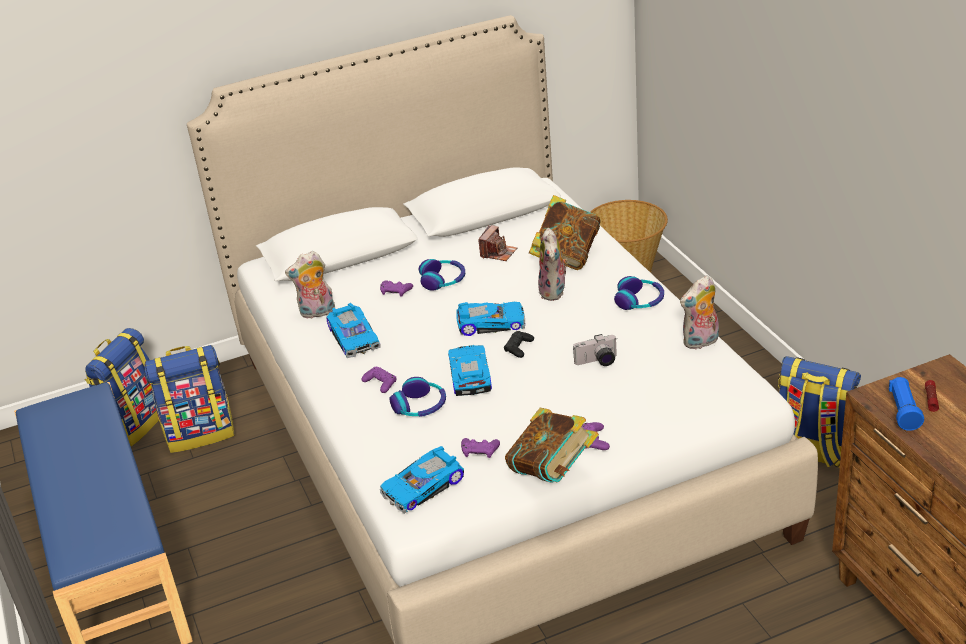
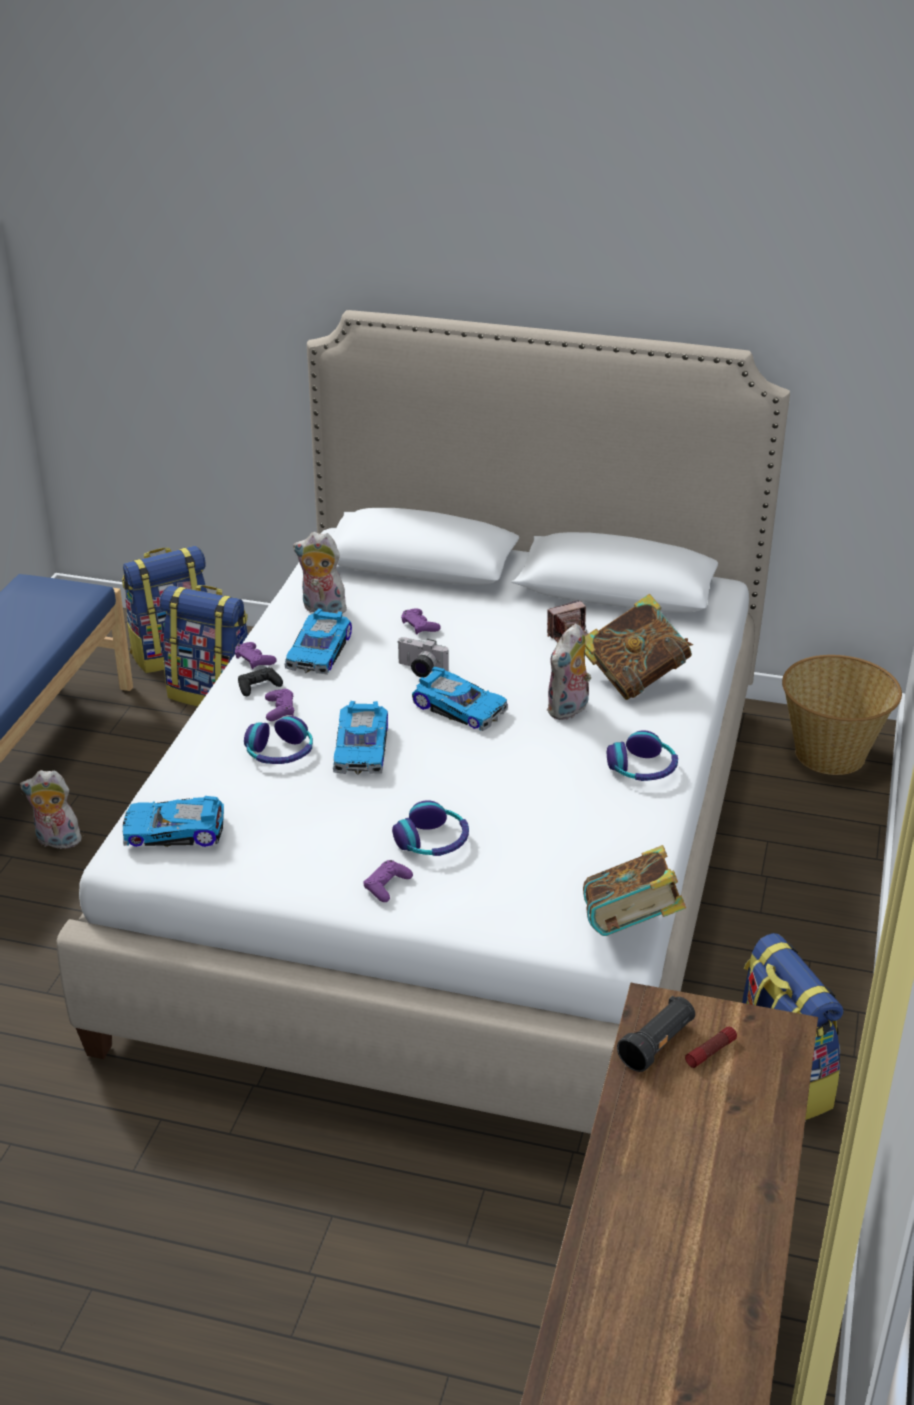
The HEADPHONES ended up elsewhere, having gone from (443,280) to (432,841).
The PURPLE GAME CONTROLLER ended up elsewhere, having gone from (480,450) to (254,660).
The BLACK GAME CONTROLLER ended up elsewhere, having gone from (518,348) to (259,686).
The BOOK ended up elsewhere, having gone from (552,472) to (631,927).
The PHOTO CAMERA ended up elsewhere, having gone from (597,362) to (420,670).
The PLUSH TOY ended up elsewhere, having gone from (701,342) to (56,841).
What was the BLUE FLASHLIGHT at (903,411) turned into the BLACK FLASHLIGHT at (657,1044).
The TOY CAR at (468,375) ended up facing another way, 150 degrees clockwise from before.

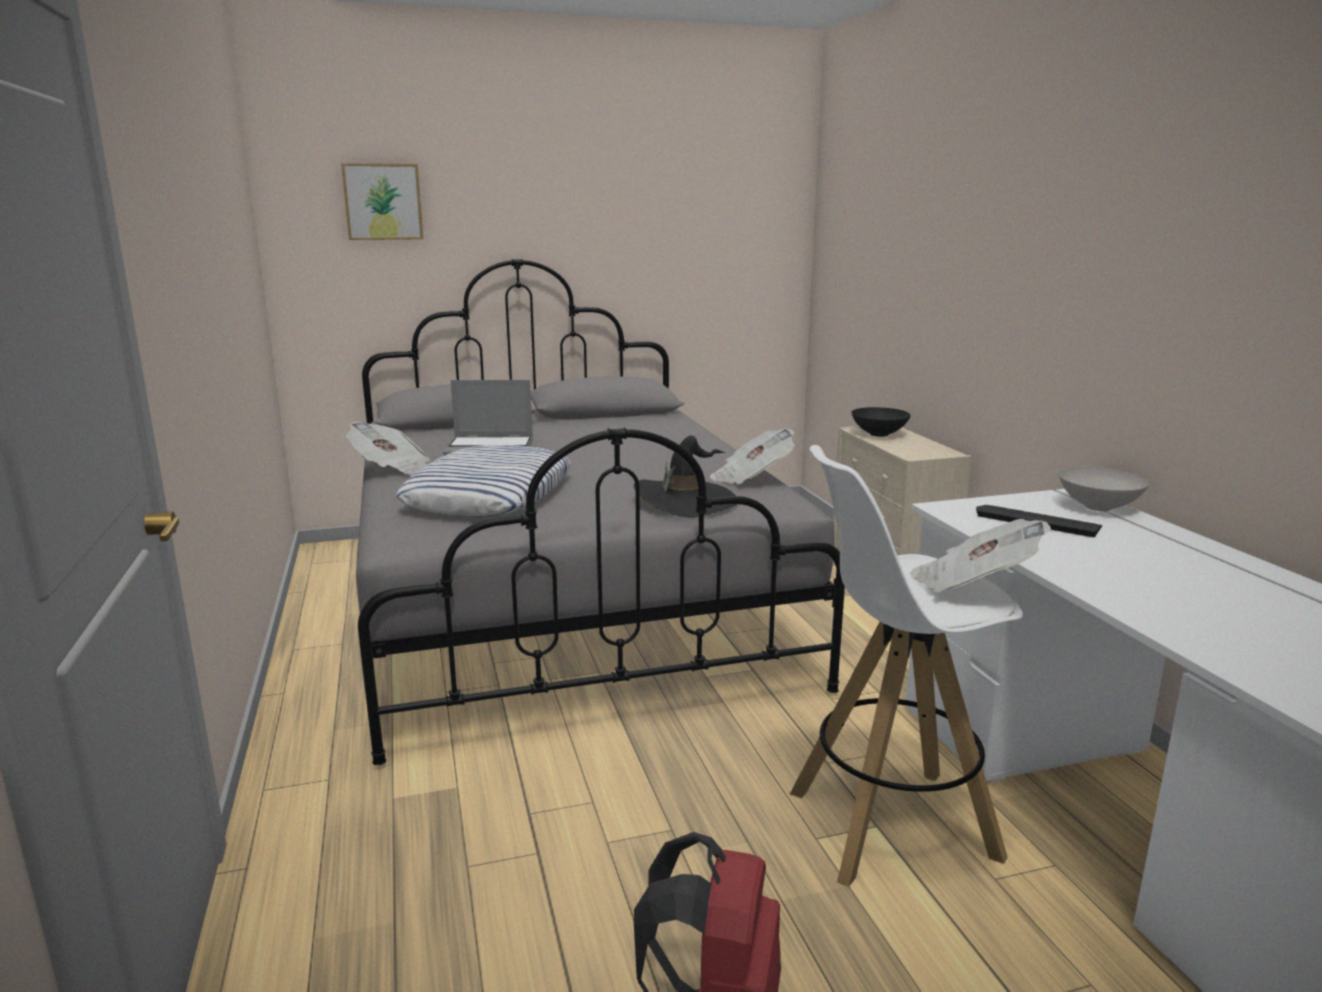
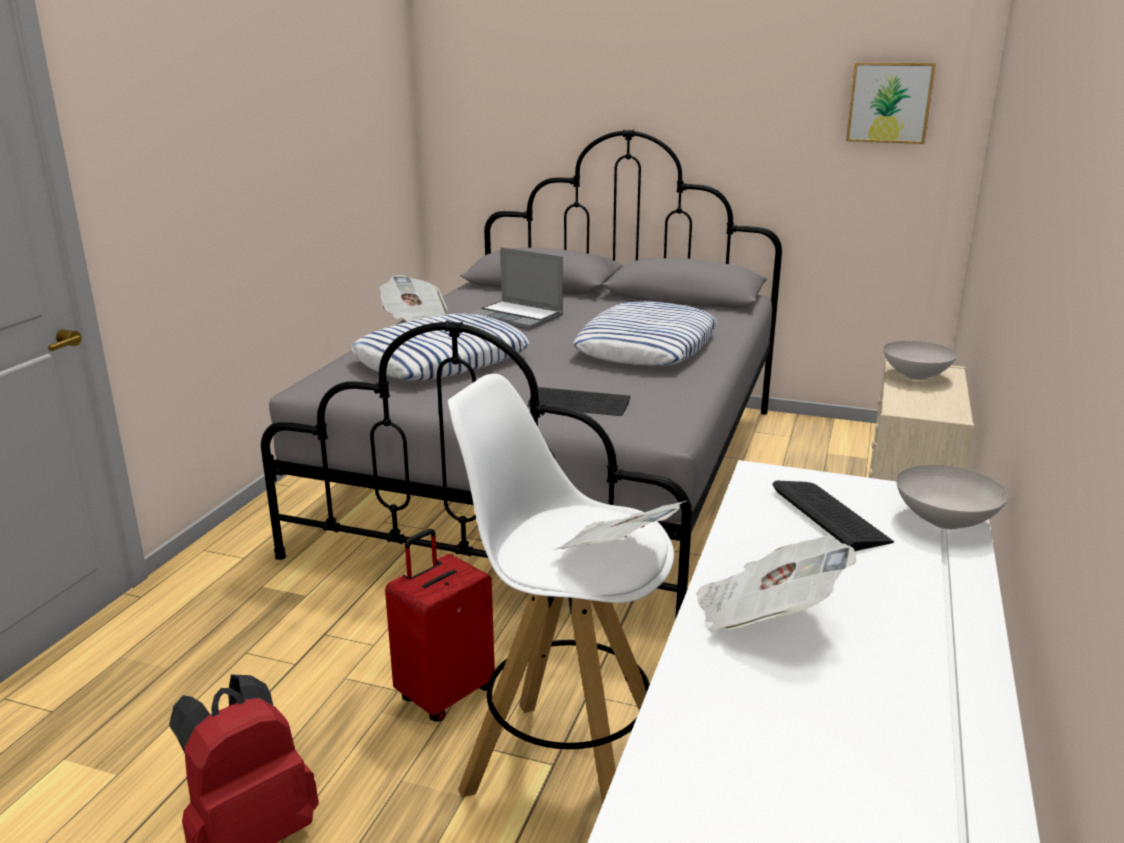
The second view gained the RED SUITCASE at (444,694).
The second view gained the PILLOW at (647,346).
The PICTURE ended up elsewhere, having gone from (383,202) to (889,102).
The NEWSPAPER ended up elsewhere, having gone from (751,478) to (765,616).
Where the BLACK HAT stood at (686,501), the KEYBOARD came to stand at (578,404).
What was the BLACK BOWL at (878,434) turned into the WHITE BOWL at (914,376).

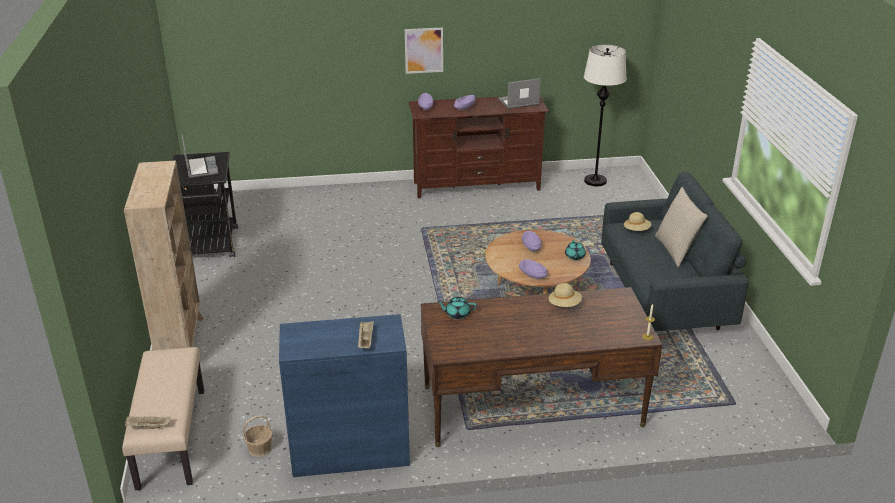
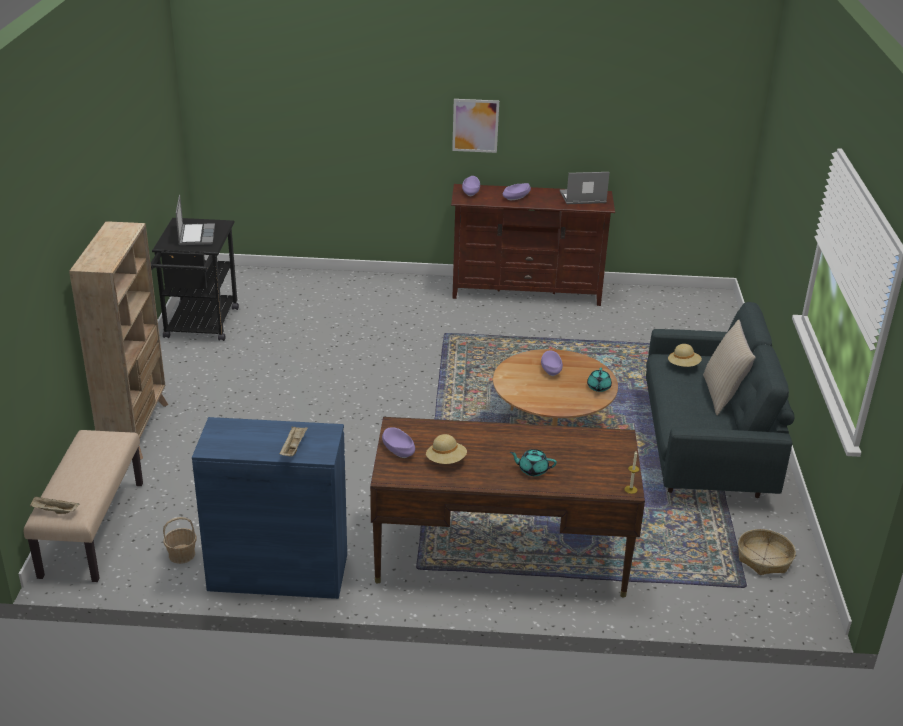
The second view lost the WHITE FLOOR LAMP at (595,181).
The second view gained the BASKET at (763,559).
The TURQUOISE TEAPOT ended up elsewhere, having gone from (457,314) to (532,470).
The PURPLE BOWL ended up elsewhere, having gone from (533,274) to (398,450).
The BEIGE HAT ended up elsewhere, having gone from (564,304) to (446,460).

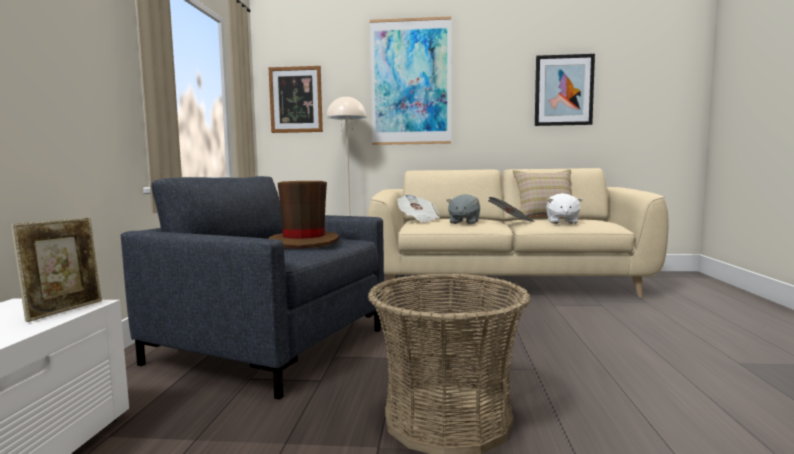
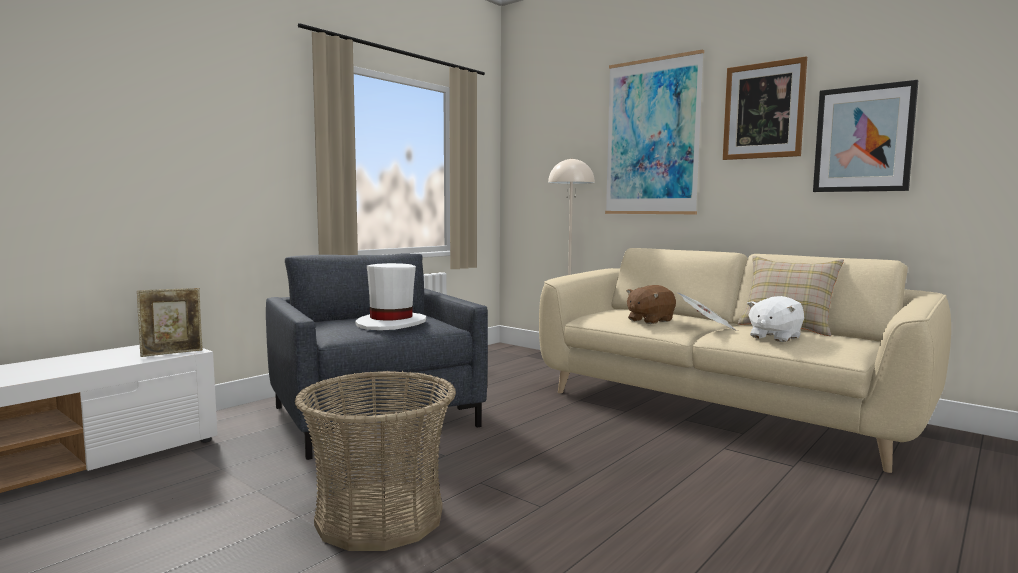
The second view lost the NEWSPAPER at (418,220).
The PICTURE ended up elsewhere, having gone from (296,99) to (763,111).
What was the BROWN HAT at (304,242) turned into the WHITE HAT at (391,323).
What was the GREY PLUSH TOY at (463,222) turned into the BROWN PLUSH TOY at (649,320).

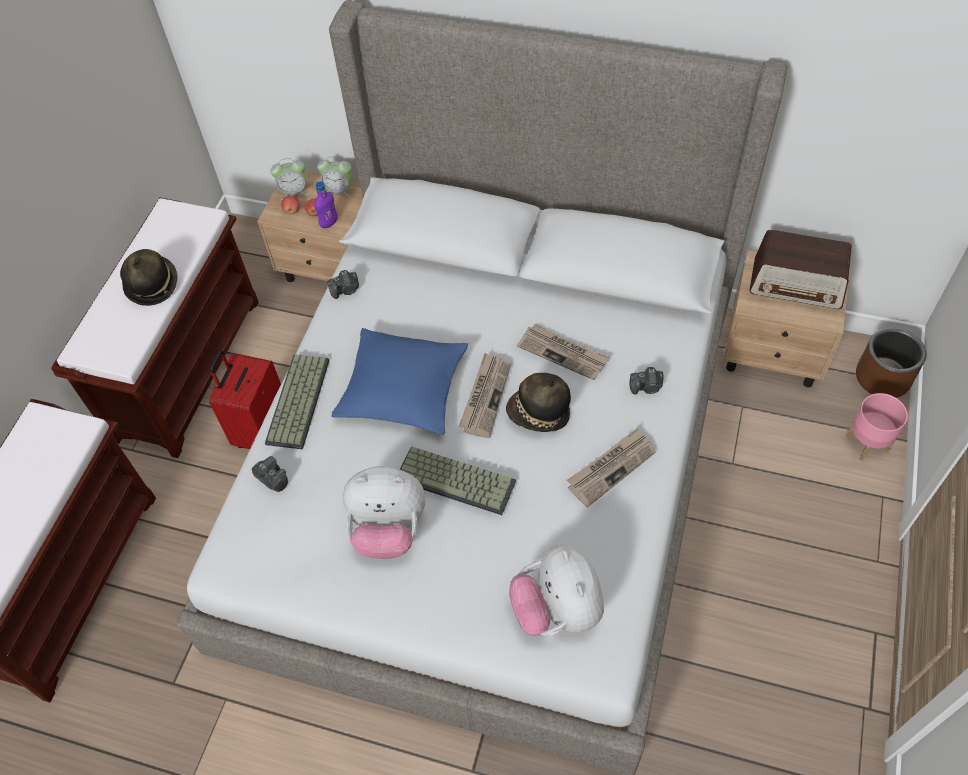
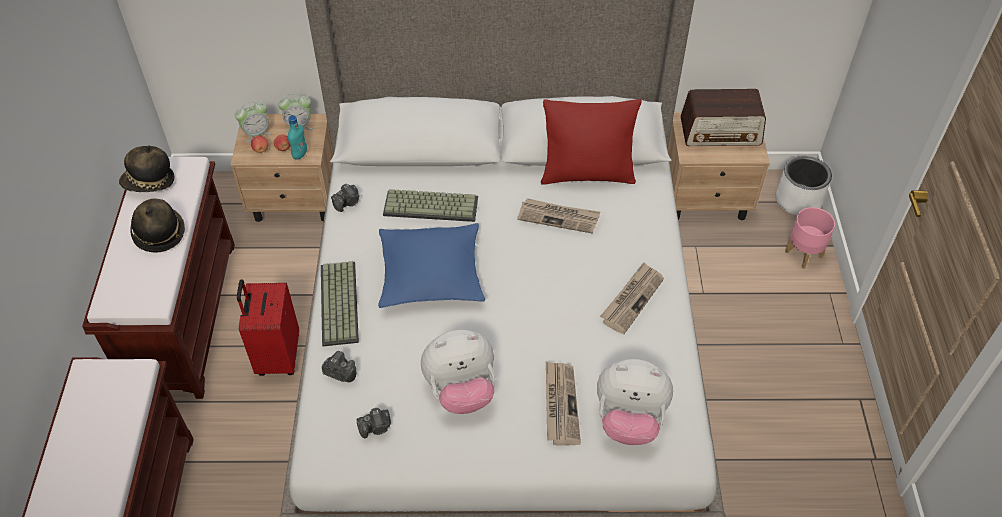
The second view gained the RED PILLOW at (587,174).
The KEYBOARD ended up elsewhere, having gone from (457,479) to (432,205).
The NEWSPAPER ended up elsewhere, having gone from (485,396) to (560,404).
The HAT ended up elsewhere, having gone from (539,414) to (149,183).
The PHOTO CAMERA ended up elsewhere, having gone from (647,387) to (376,428).
What was the PURPLE BOTTLE at (329,223) turned into the TURQUOISE BOTTLE at (300,154).
What was the BROWN PLANTER at (882,378) turned into the WHITE PLANTER at (798,201).
The PLUSH TOY at (557,610) ended up facing another way, 45 degrees counterclockwise from before.

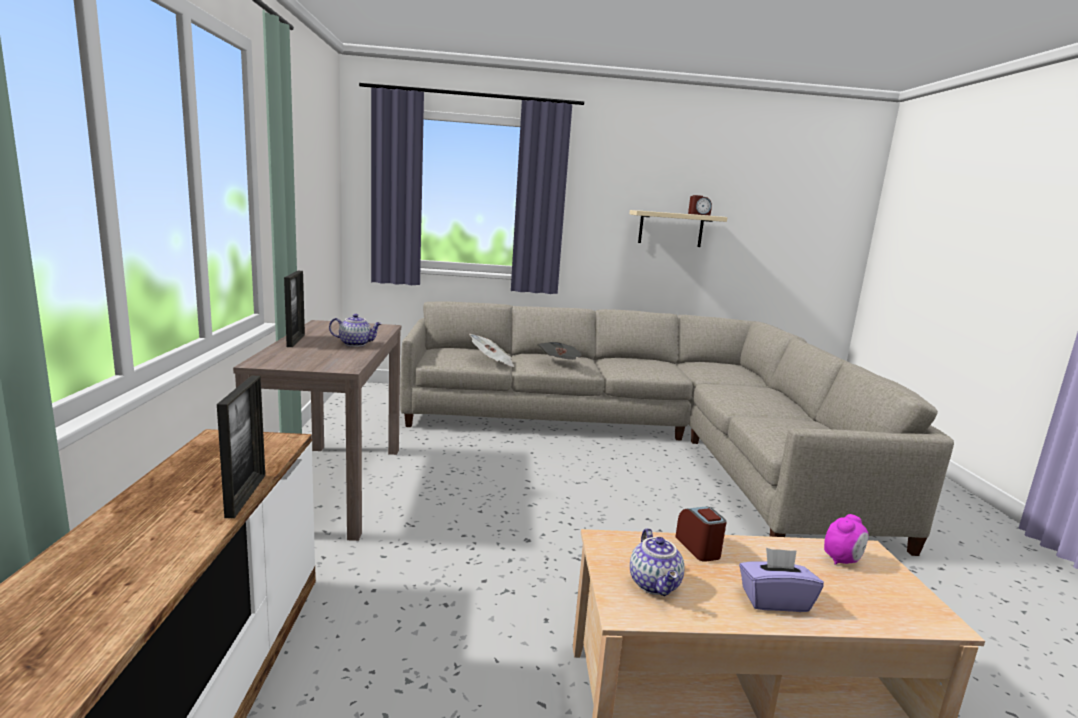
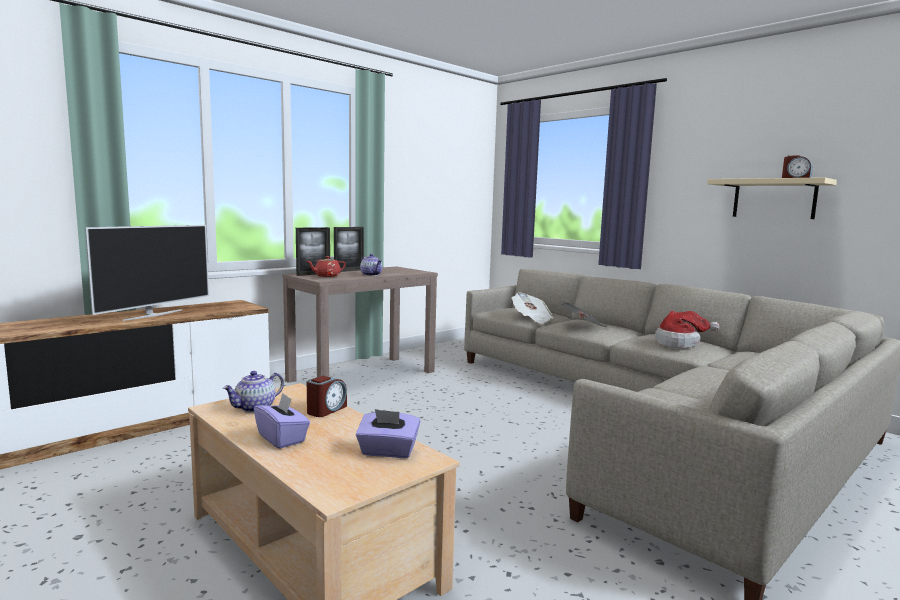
The second view gained the TELEVISION at (153,315).
The second view gained the RED TEAPOT at (326,276).
The second view gained the HAT at (680,343).
The PICTURE FRAME ended up elsewhere, having gone from (246,495) to (313,274).
Where the ALARM CLOCK stood at (842,560), the PURPLE TISSUE BOX came to stand at (388,451).

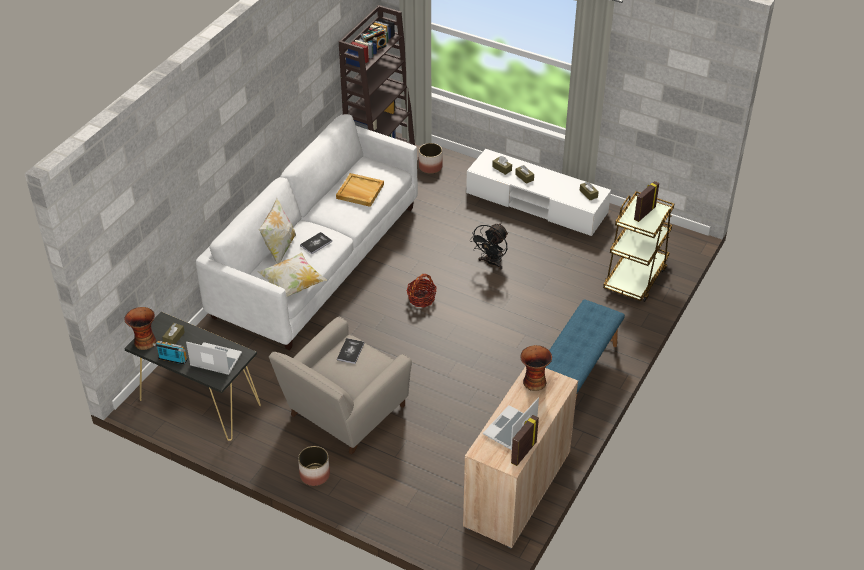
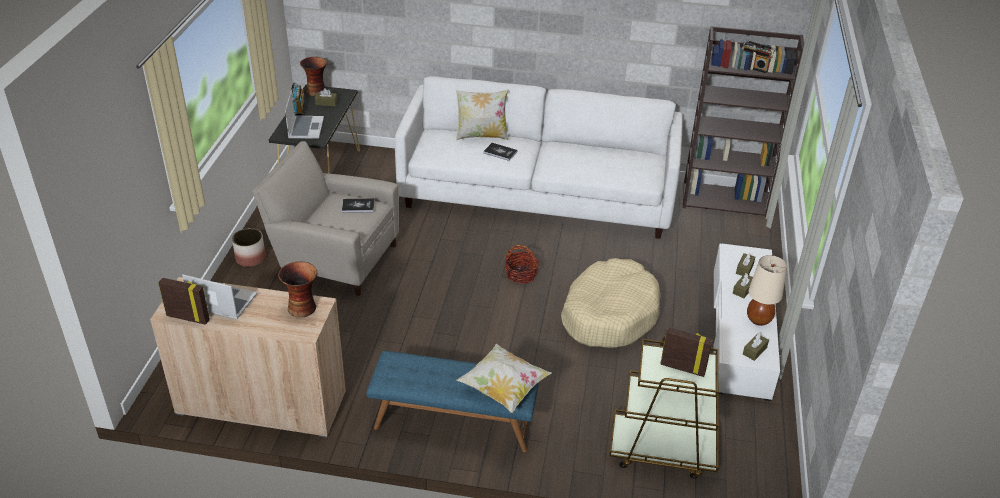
The second view lost the BEIGE TRAY at (359,191).
The second view lost the PLANTER at (430,167).
The second view gained the BEIGE TABLE LAMP at (759,319).
The PILLOW ended up elsewhere, having gone from (293,285) to (503,389).
Where the BLACK FAN stood at (491,263), the BEIGE DOG BED came to stand at (609,314).

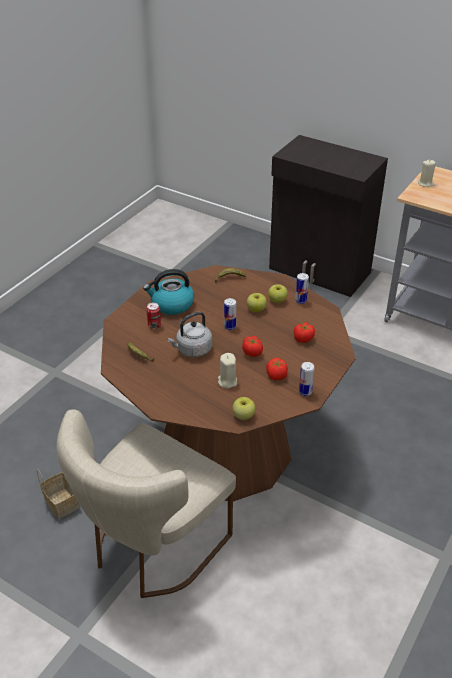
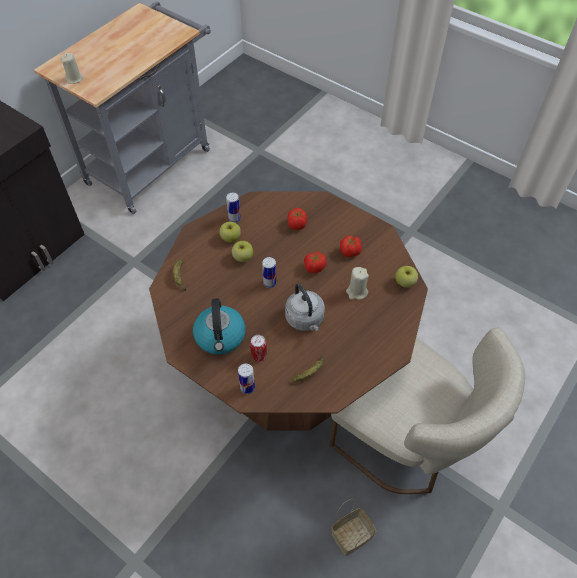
The CAN ended up elsewhere, having gone from (305,392) to (247,388).

